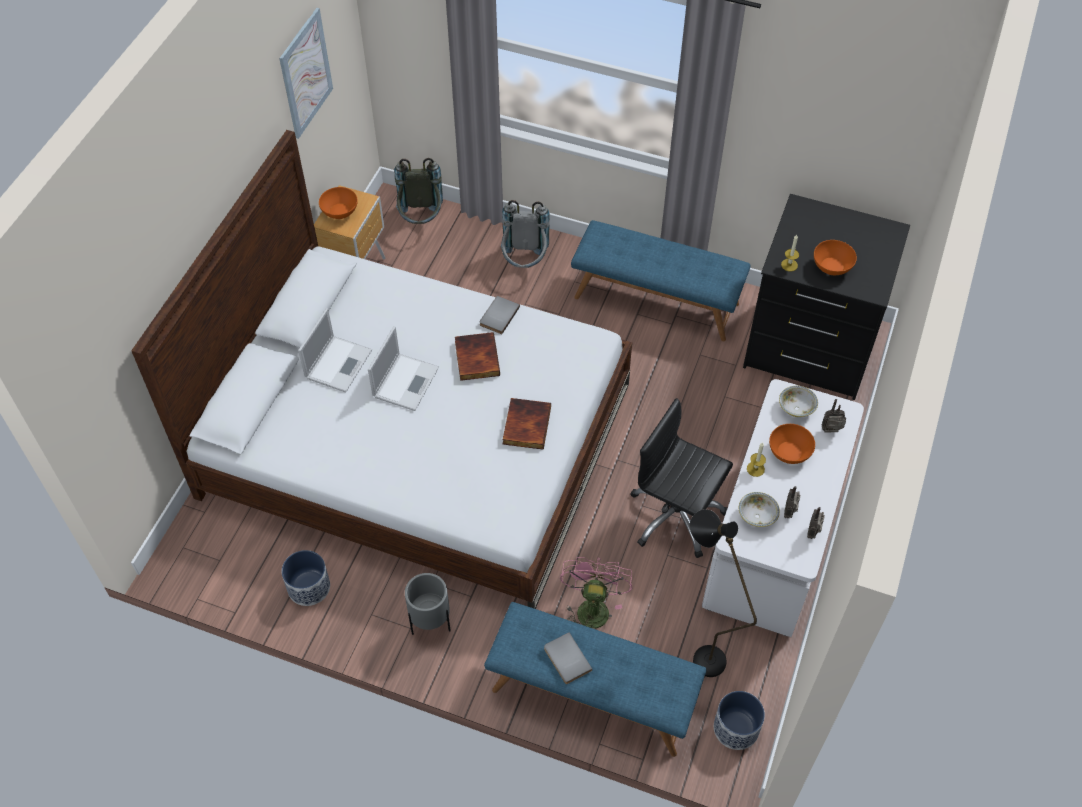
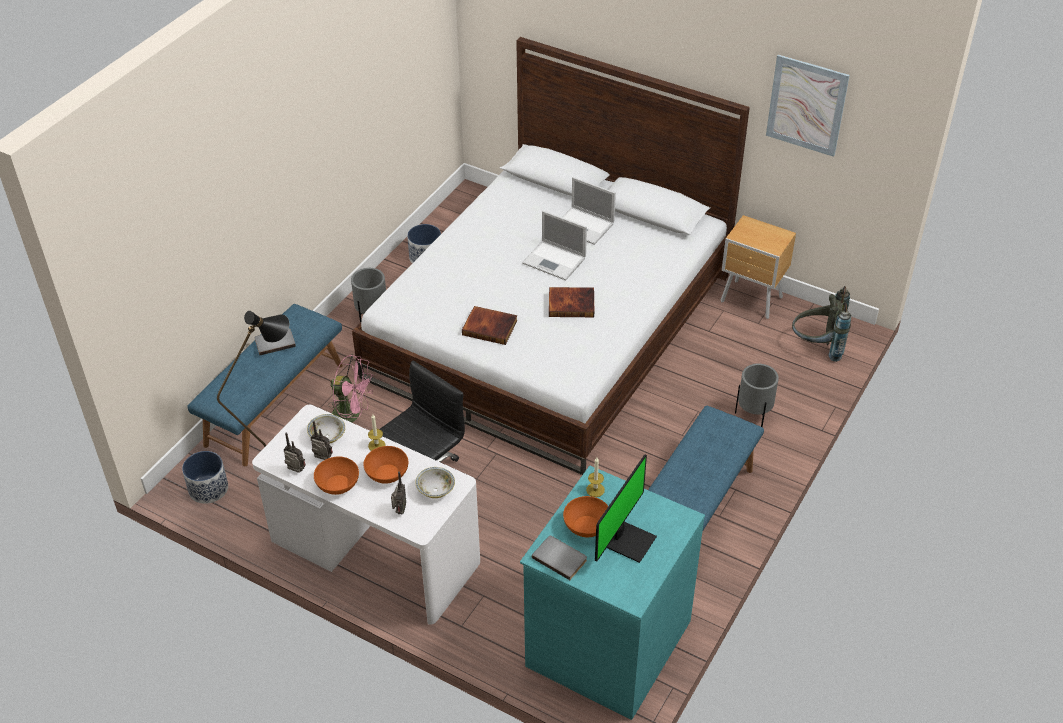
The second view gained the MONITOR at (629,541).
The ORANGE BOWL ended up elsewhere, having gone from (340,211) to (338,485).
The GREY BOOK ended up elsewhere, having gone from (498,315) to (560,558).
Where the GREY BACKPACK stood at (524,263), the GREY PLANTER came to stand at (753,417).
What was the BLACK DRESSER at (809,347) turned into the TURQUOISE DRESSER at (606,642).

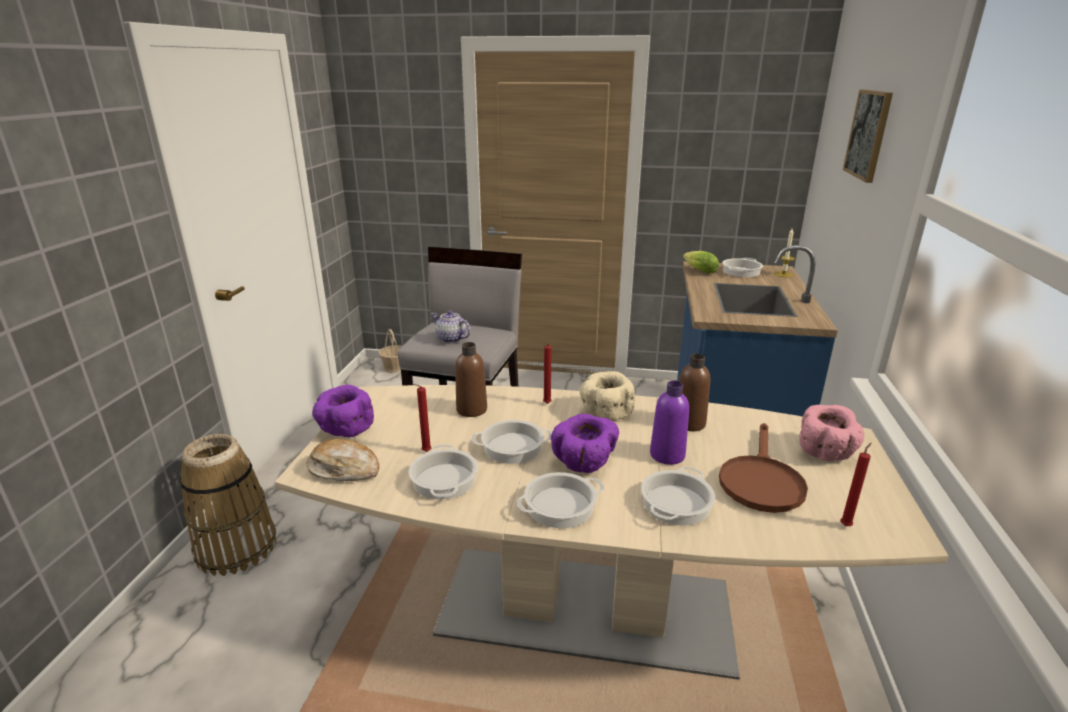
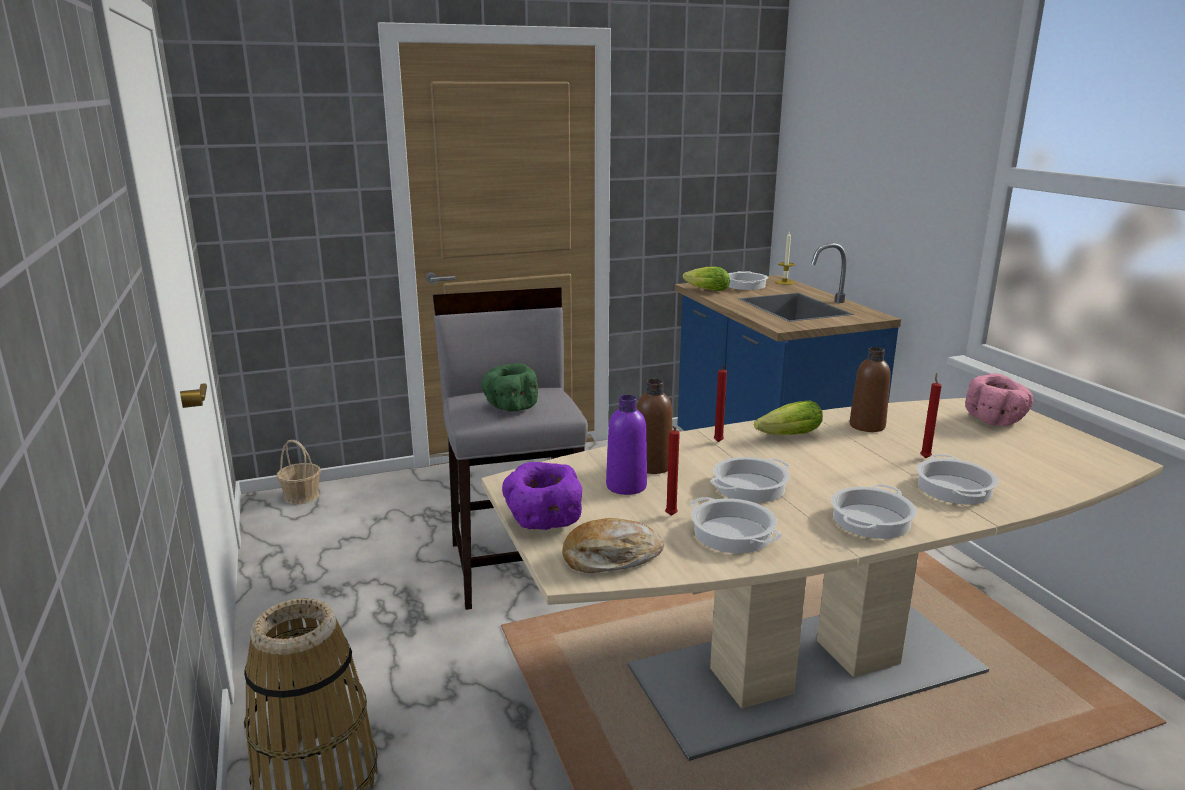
The second view lost the PURPLE BOWL at (584,463).
The second view lost the BROWN FRYING PAN at (760,480).
The second view lost the PICTURE at (868,134).
The PURPLE BOTTLE ended up elsewhere, having gone from (667,455) to (626,486).
The RED CANDLE ended up elsewhere, having gone from (846,525) to (925,457).
Where the TEAPOT stood at (450,339), the GREEN BOWL came to stand at (510,407).
Where the BEIGE BOWL stood at (605,413), the LETTUCE came to stand at (785,436).

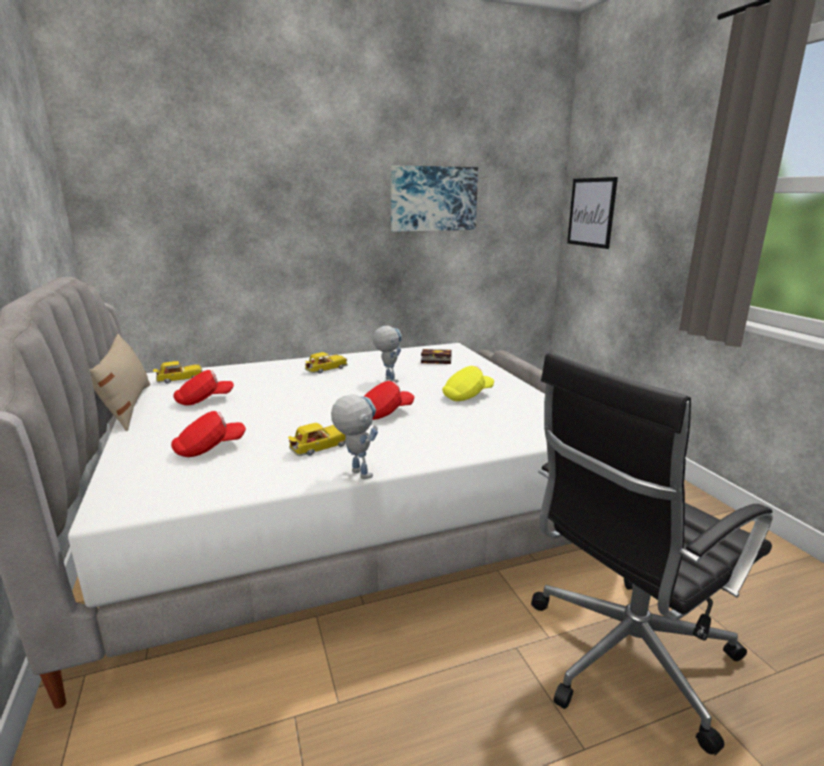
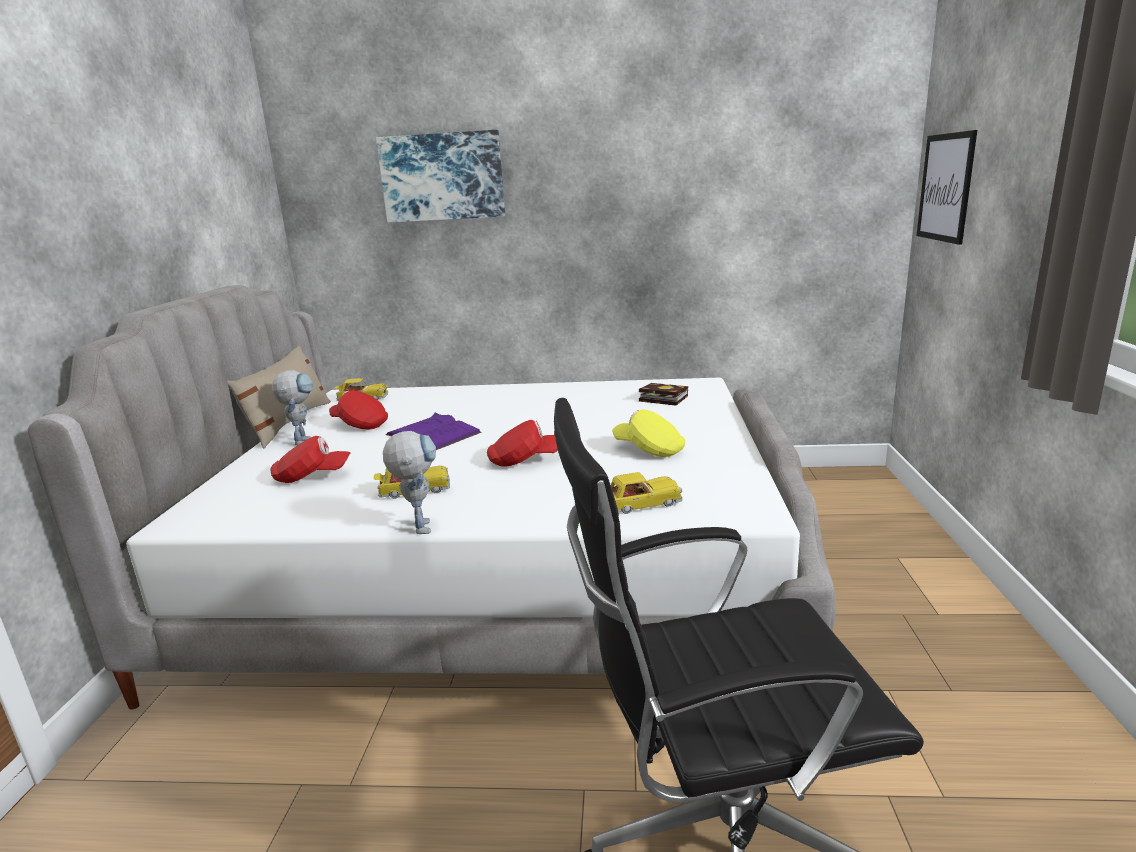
The second view gained the PURPLE BOOK at (433,434).
The TOY CAR ended up elsewhere, having gone from (325,369) to (640,504).
The TOY ROBOT ended up elsewhere, having gone from (388,379) to (302,440).
The PICTURE ended up elsewhere, having gone from (433,199) to (442,177).
The RED CAP at (204,400) ended up facing another way, 150 degrees counterclockwise from before.
The YELLOW CAP at (467,396) ended up facing another way, 135 degrees counterclockwise from before.

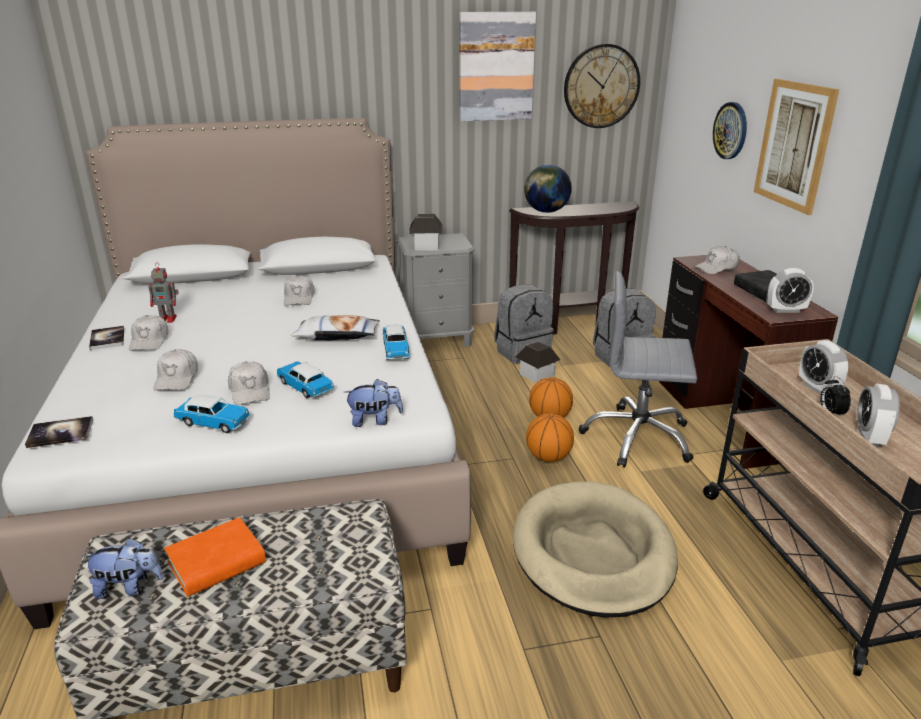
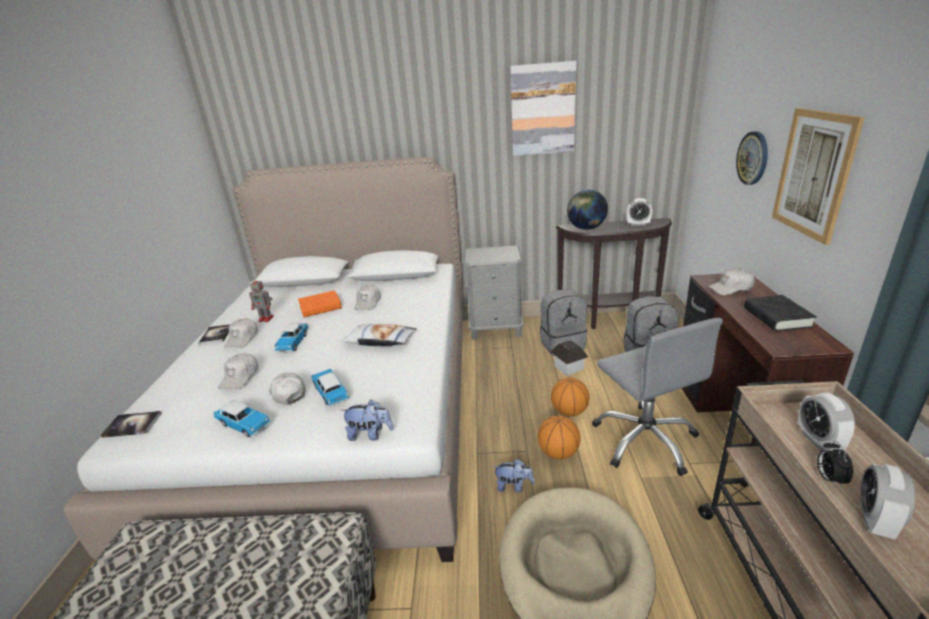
The second view lost the TOY HOUSE at (426,246).
The second view lost the WALL CLOCK at (601,86).
The PLUSH TOY ended up elsewhere, having gone from (129,587) to (514,486).
The ORANGE BOOK ended up elsewhere, having gone from (217,563) to (320,307).
The TOY CAR ended up elsewhere, having gone from (396,350) to (293,343).
The ALARM CLOCK ended up elsewhere, having gone from (786,310) to (638,224).
The WHITE CAP at (250,391) ended up facing another way, 150 degrees clockwise from before.
The GREY OFFICE CHAIR at (637,438) ended up facing another way, 135 degrees counterclockwise from before.

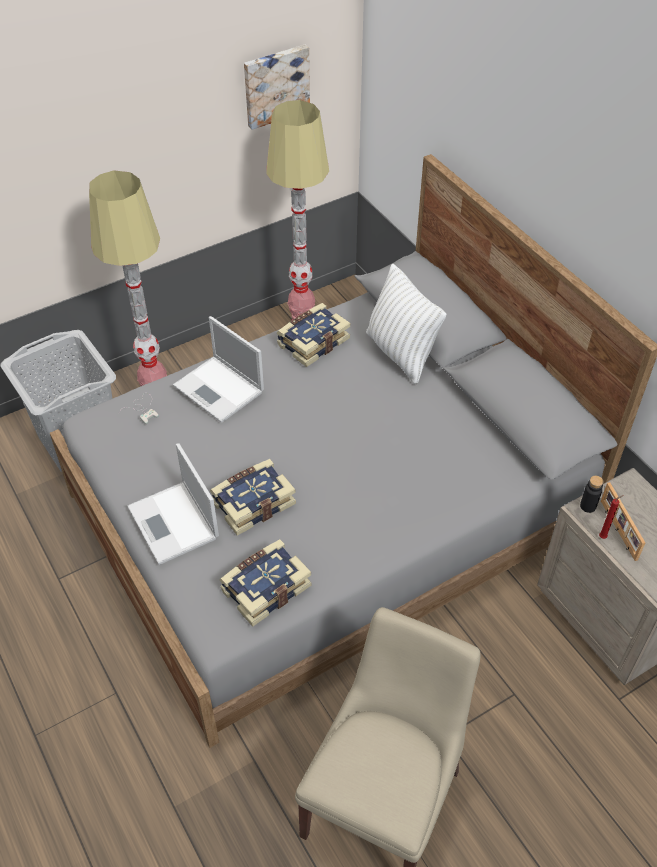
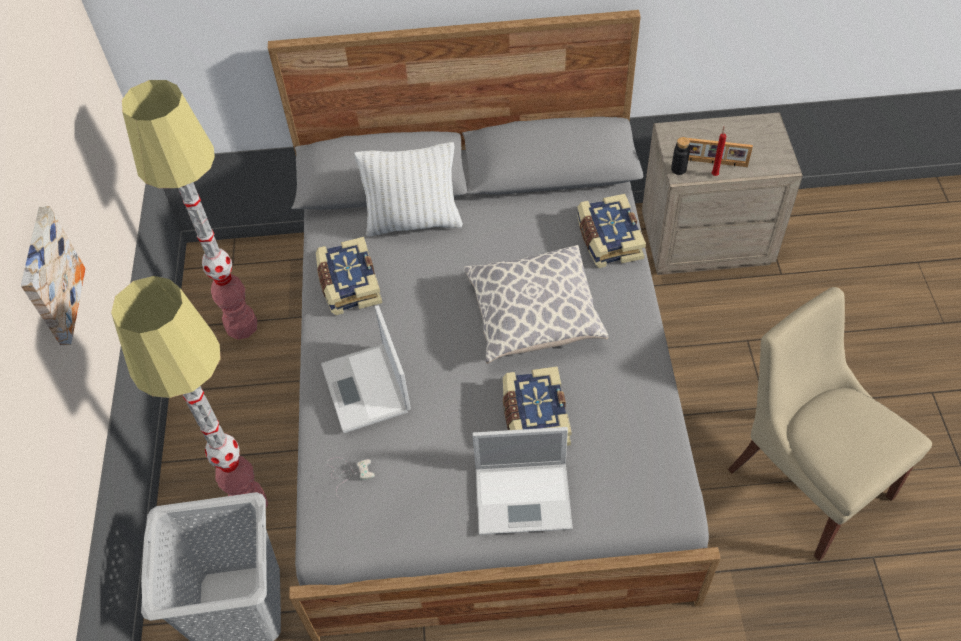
The second view gained the PILLOW at (533,317).
The BOOK ended up elsewhere, having gone from (265,587) to (608,240).
The PICTURE ended up elsewhere, having gone from (276,85) to (48,277).
The LAPTOP at (220,389) ended up facing another way, 90 degrees clockwise from before.

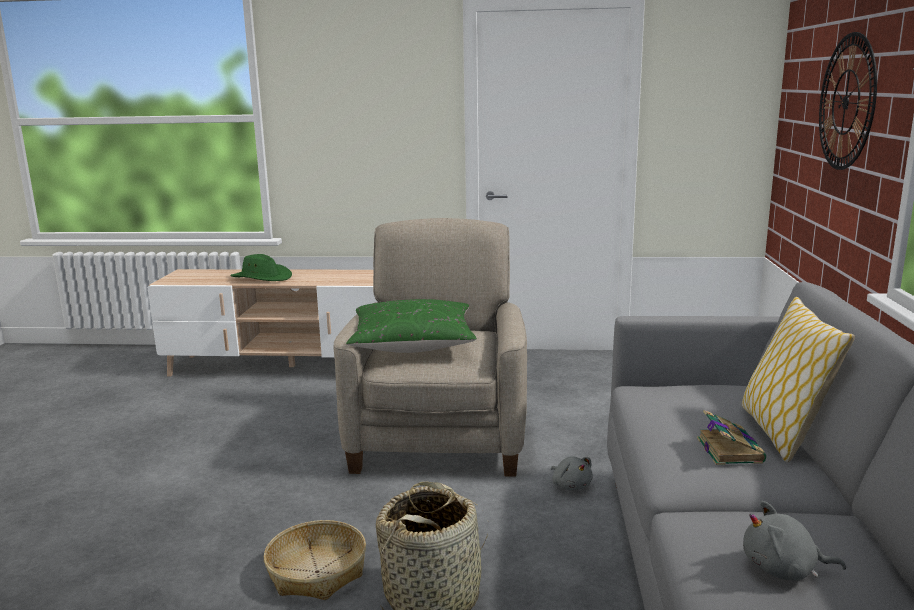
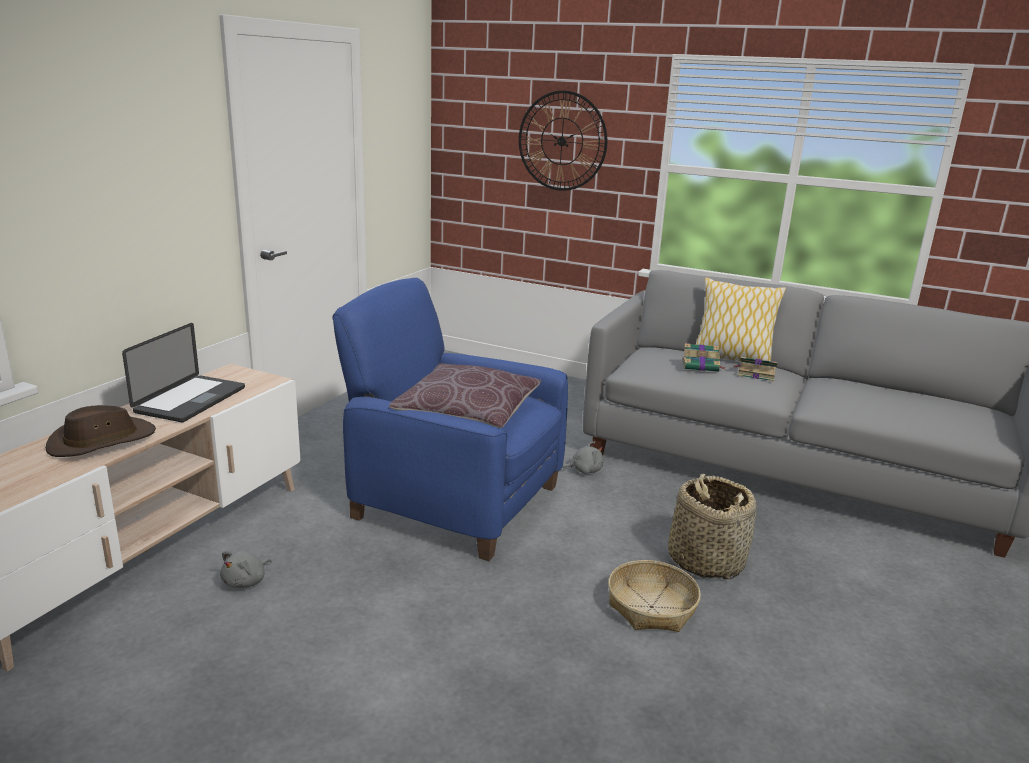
The second view gained the LAPTOP at (190,400).
The second view gained the BOOK at (701,366).
The GREY PLUSH TOY ended up elsewhere, having gone from (783,570) to (246,581).
What was the GREEN HAT at (262,277) turned into the BROWN HAT at (101,441).
What was the BEIGE ARMCHAIR at (440,437) turned into the BLUE ARMCHAIR at (454,500).
What was the GREEN PILLOW at (412,343) turned into the BROWN PILLOW at (468,413).

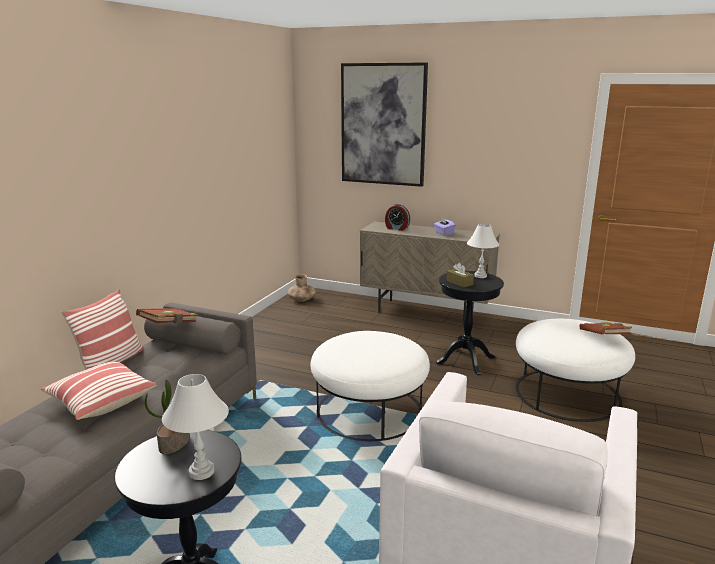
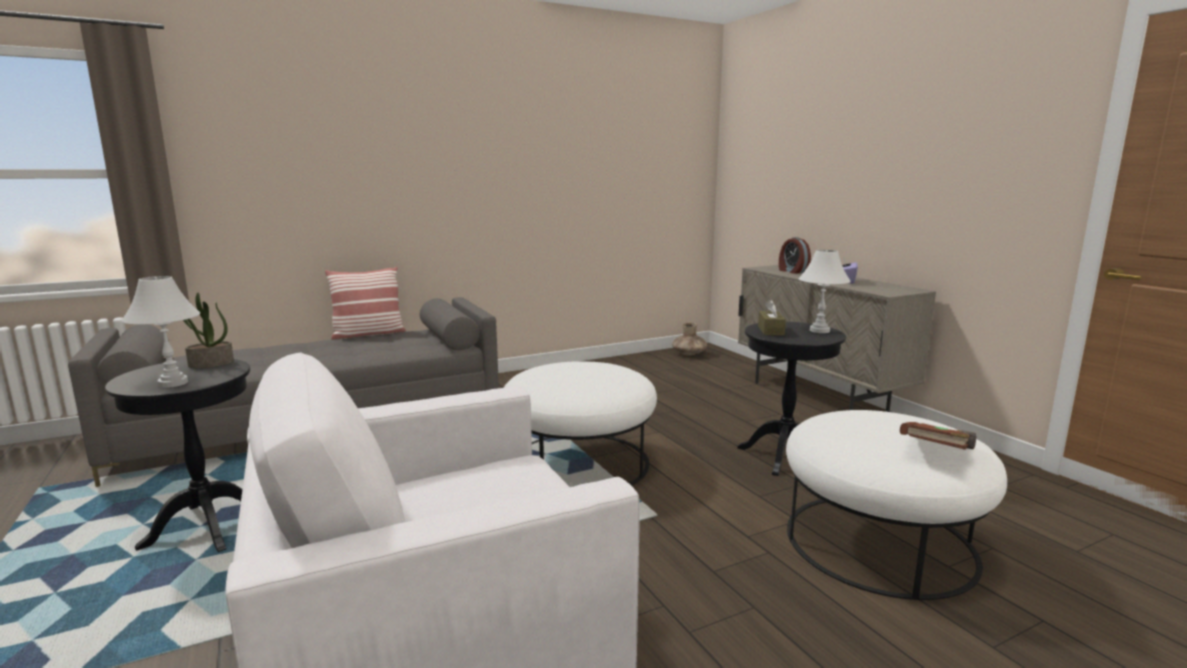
The second view lost the PILLOW at (100,401).
The second view lost the BROWN BOOK at (169,325).
The second view lost the PICTURE at (383,125).

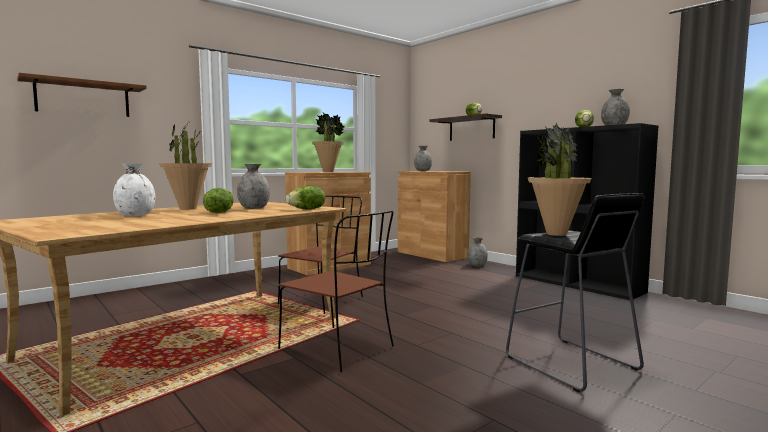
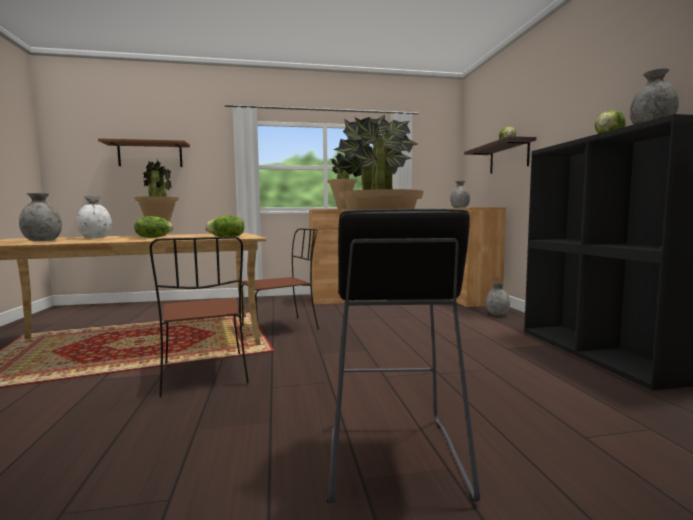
The GREY VASE ended up elsewhere, having gone from (254,208) to (42,241).

